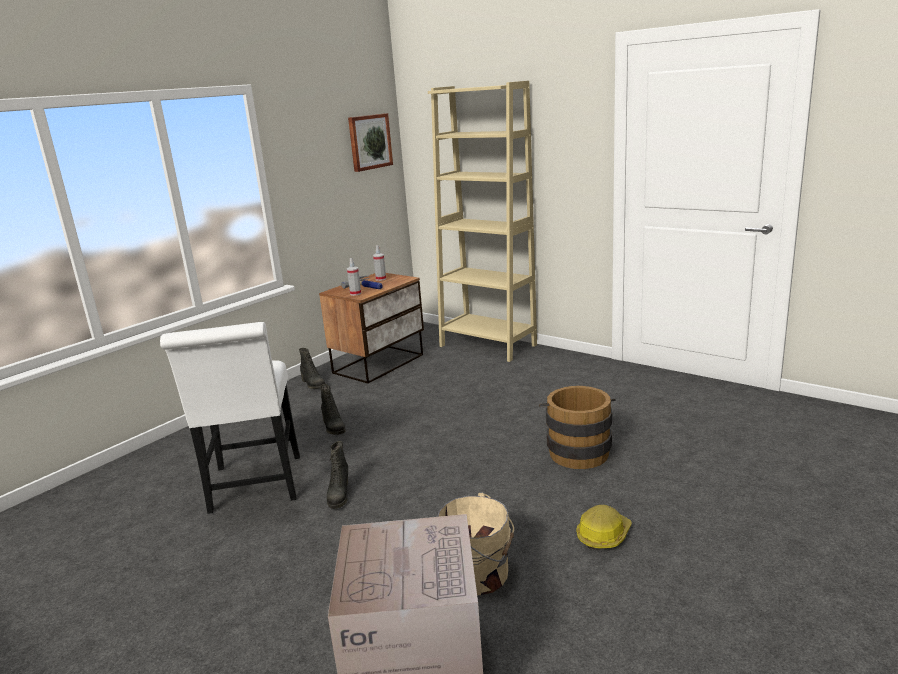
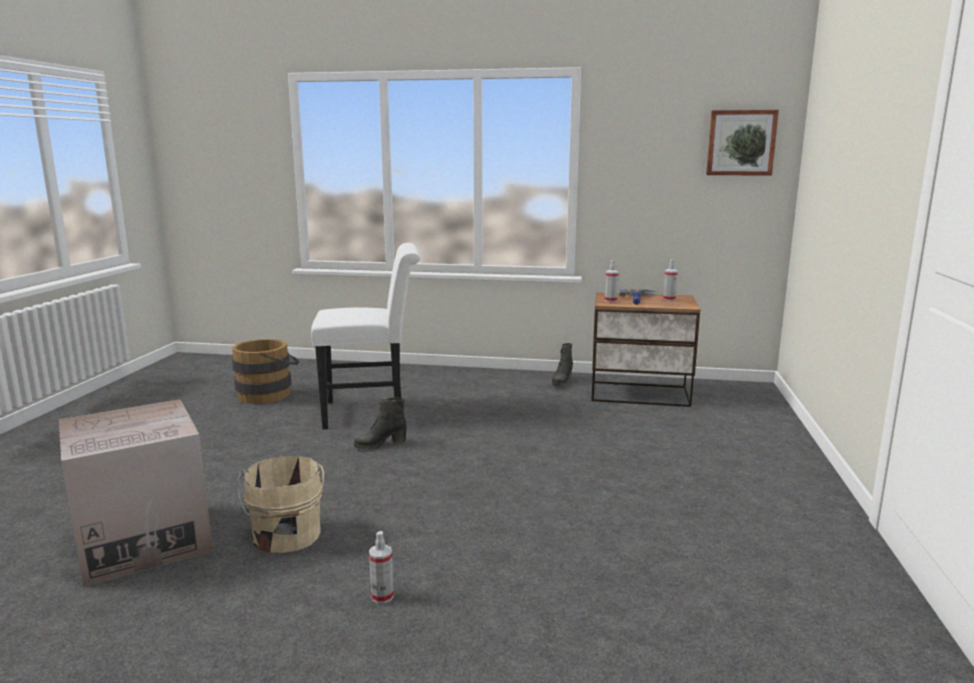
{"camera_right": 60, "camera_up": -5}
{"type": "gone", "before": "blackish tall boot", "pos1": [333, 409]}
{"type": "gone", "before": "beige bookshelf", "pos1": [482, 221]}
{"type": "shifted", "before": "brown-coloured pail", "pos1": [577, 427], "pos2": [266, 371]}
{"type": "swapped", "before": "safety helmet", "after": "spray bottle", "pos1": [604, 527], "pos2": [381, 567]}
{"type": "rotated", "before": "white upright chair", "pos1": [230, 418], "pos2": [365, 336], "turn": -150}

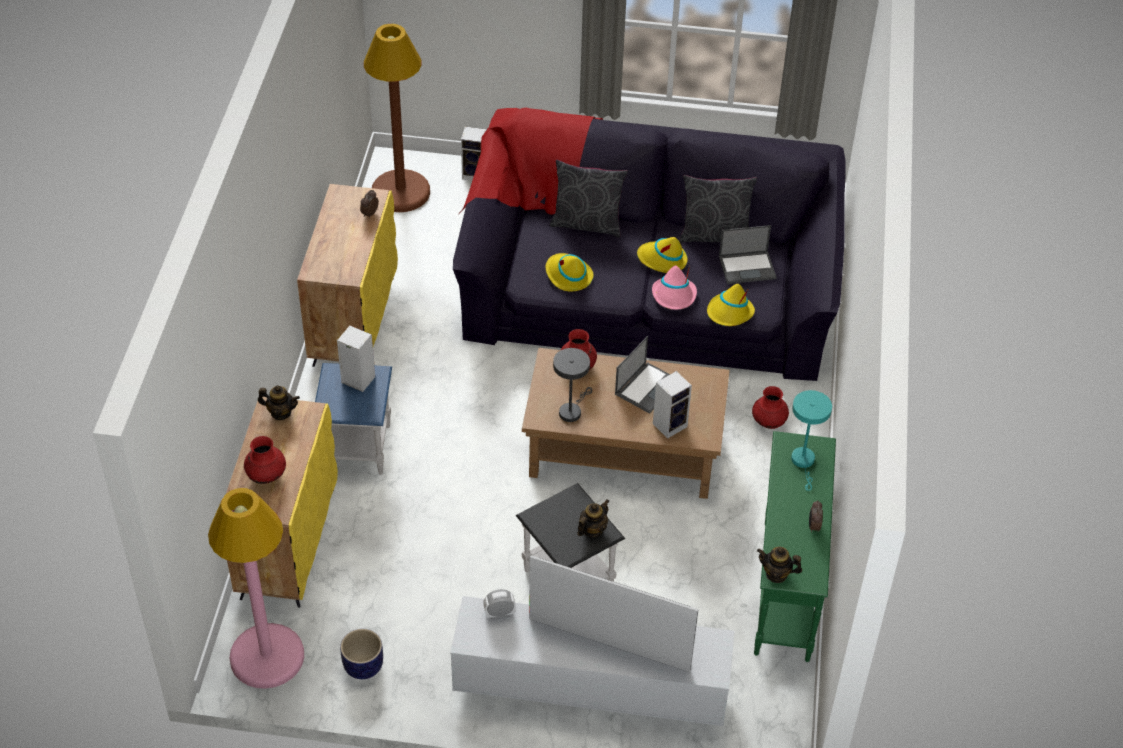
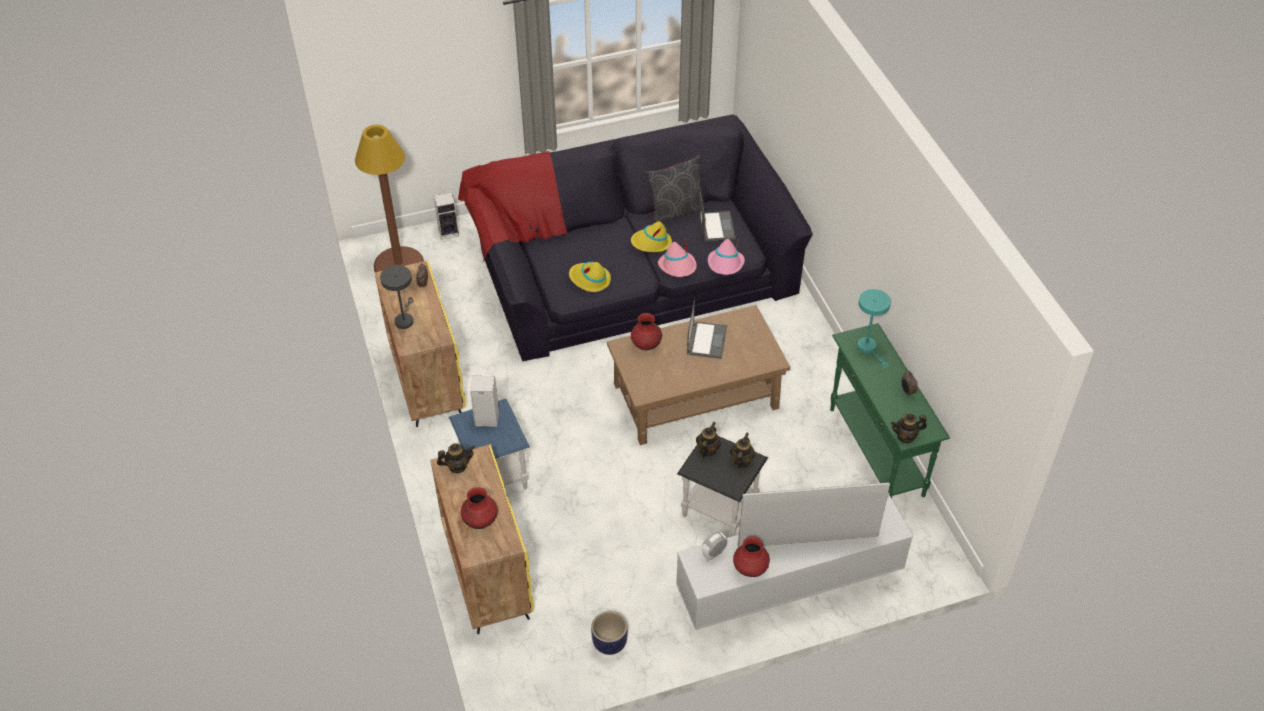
{"camera_right": -25, "camera_up": 0}
{"type": "gone", "before": "pinkish standard lamp", "pos1": [256, 588]}
{"type": "gone", "before": "greyish throw pillow", "pos1": [589, 199]}
{"type": "gone", "before": "loudspeaker", "pos1": [672, 405]}
{"type": "new", "after": "teapot", "pos2": [708, 439]}
{"type": "shifted", "before": "greyish lamp for a table", "pos1": [572, 385], "pos2": [397, 297]}
{"type": "shifted", "before": "reddish vase", "pos1": [770, 407], "pos2": [751, 556]}
{"type": "repainted", "before": "yellowish hat", "after": "pinkish hat", "pos1": [731, 305], "pos2": [726, 257]}
{"type": "rotated", "before": "notebook computer", "pos1": [748, 254], "pos2": [717, 217], "turn": -60}

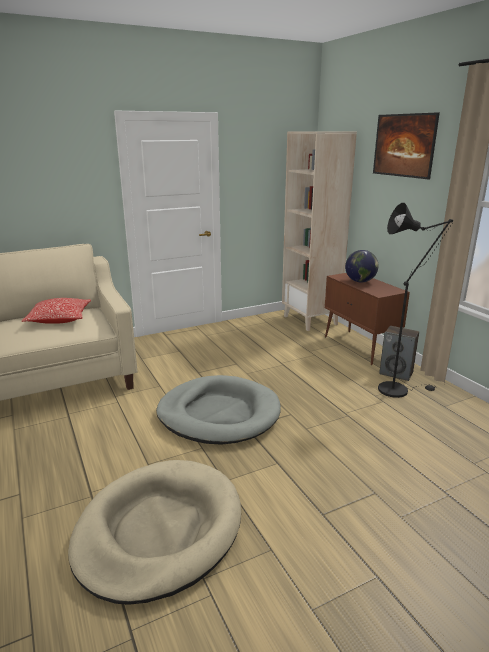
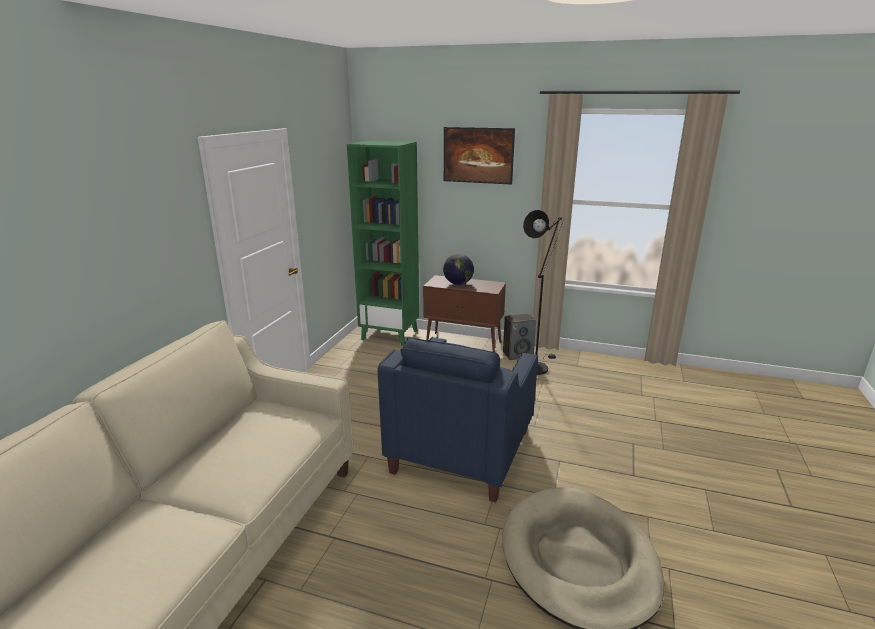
{"camera_right": -45, "camera_up": 0}
{"type": "gone", "before": "throw pillow", "pos1": [56, 311]}
{"type": "swapped", "before": "greyish dog bed", "after": "blue easy chair", "pos1": [218, 410], "pos2": [457, 420]}
{"type": "repainted", "before": "beige bookshelf", "after": "greenish bookshelf", "pos1": [319, 231], "pos2": [383, 243]}

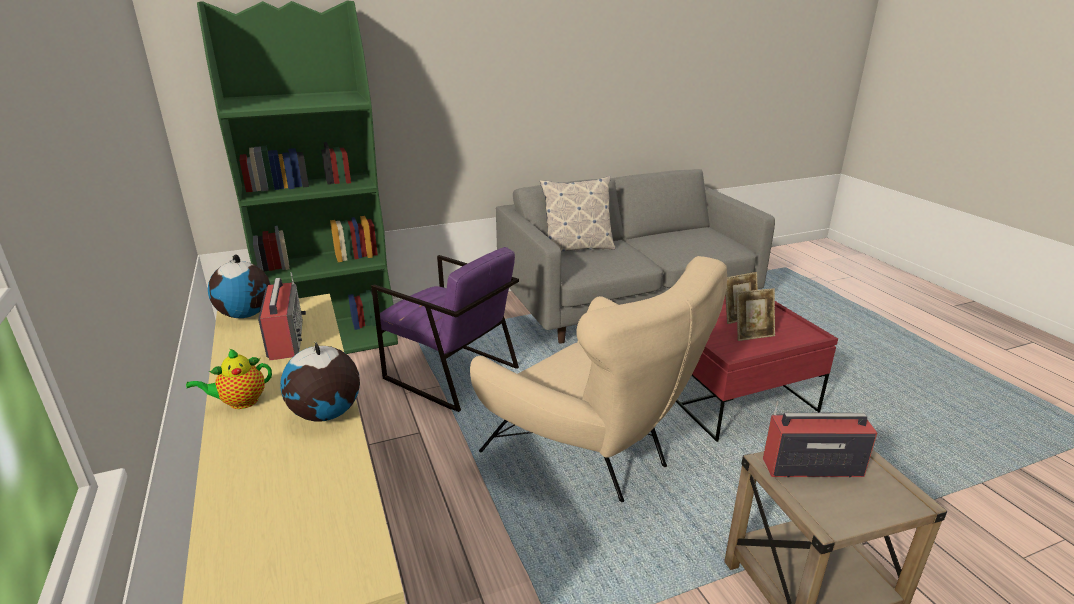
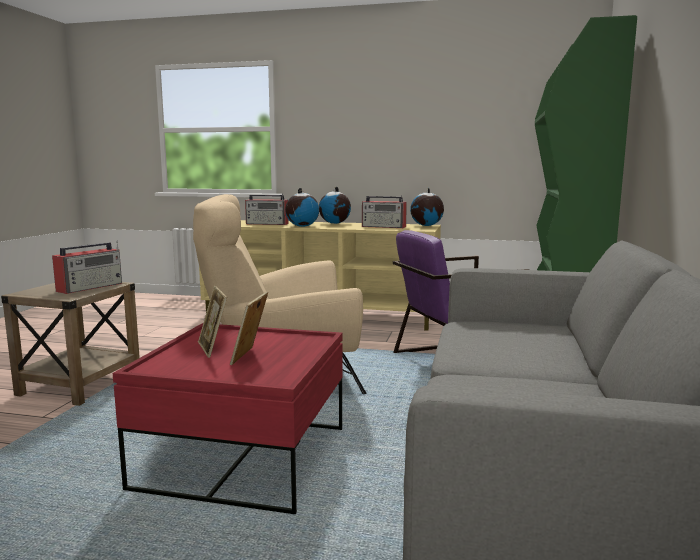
{"camera_right": 125, "camera_up": -15}
{"type": "gone", "before": "throw pillow", "pos1": [577, 214]}
{"type": "new", "after": "radio", "pos2": [267, 209]}
{"type": "swapped", "before": "teapot", "after": "desk globe", "pos1": [229, 379], "pos2": [335, 205]}
{"type": "rotated", "before": "photo frame", "pos1": [756, 314], "pos2": [212, 322], "turn": -45}

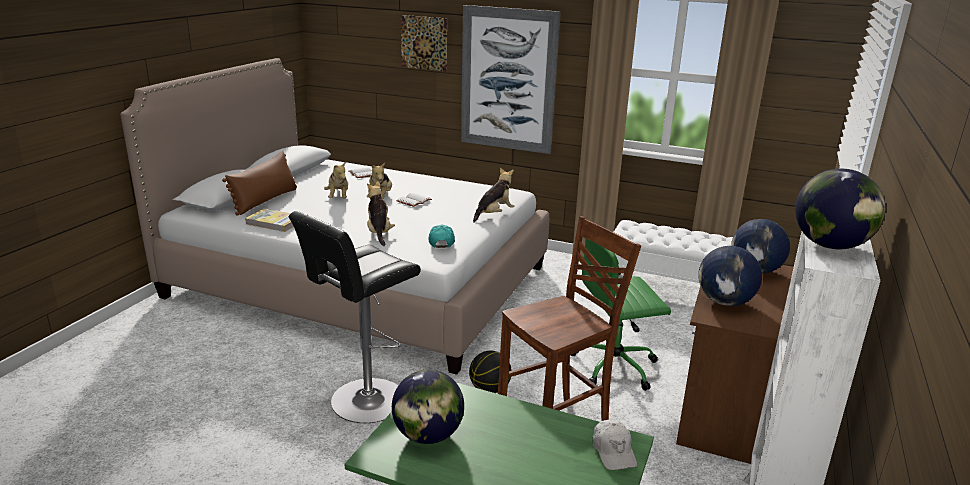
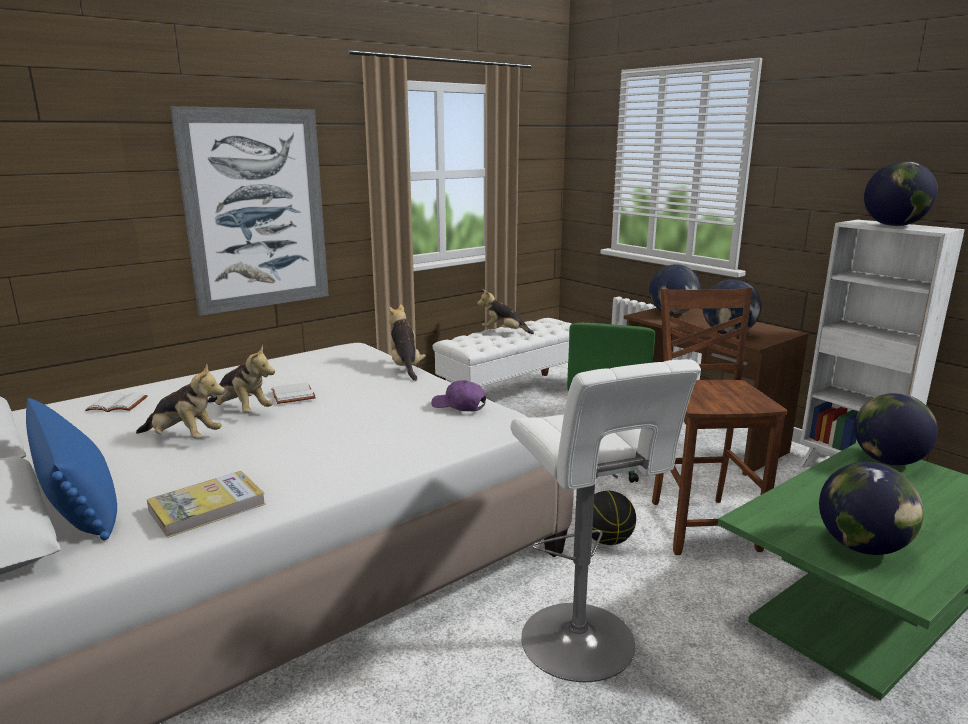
{"camera_right": -60, "camera_up": -5}
{"type": "gone", "before": "wall picture", "pos1": [424, 43]}
{"type": "shifted", "before": "soft toy", "pos1": [381, 213], "pos2": [505, 311]}
{"type": "swapped", "before": "white peaked cap", "after": "desk globe", "pos1": [615, 445], "pos2": [896, 429]}
{"type": "repainted", "before": "brown-coloured throw pillow", "after": "blue throw pillow", "pos1": [259, 183], "pos2": [71, 469]}
{"type": "repainted", "before": "blackish stool seat", "after": "white stool seat", "pos1": [354, 317], "pos2": [605, 520]}
{"type": "repainted", "before": "turquoise-coloured peaked cap", "after": "purplish peaked cap", "pos1": [441, 236], "pos2": [458, 396]}

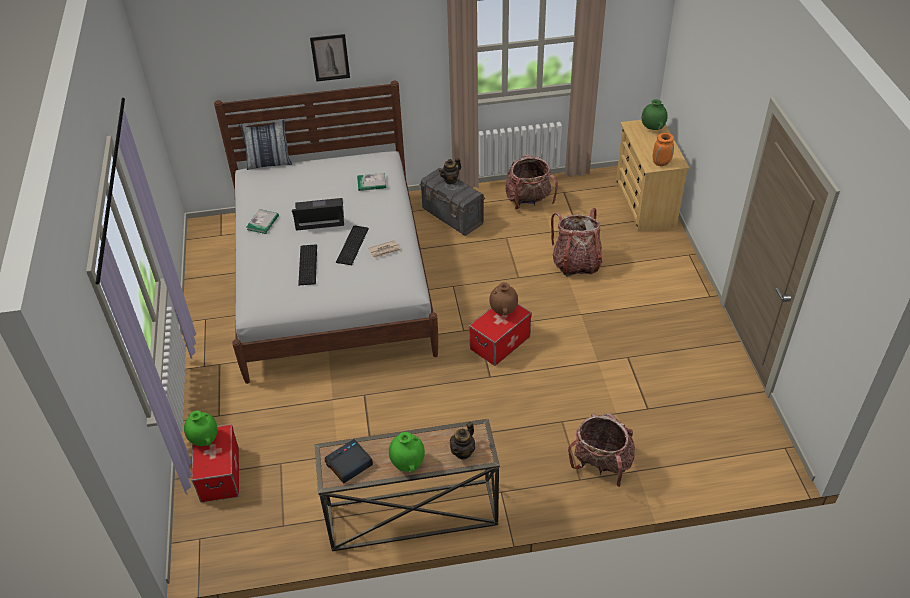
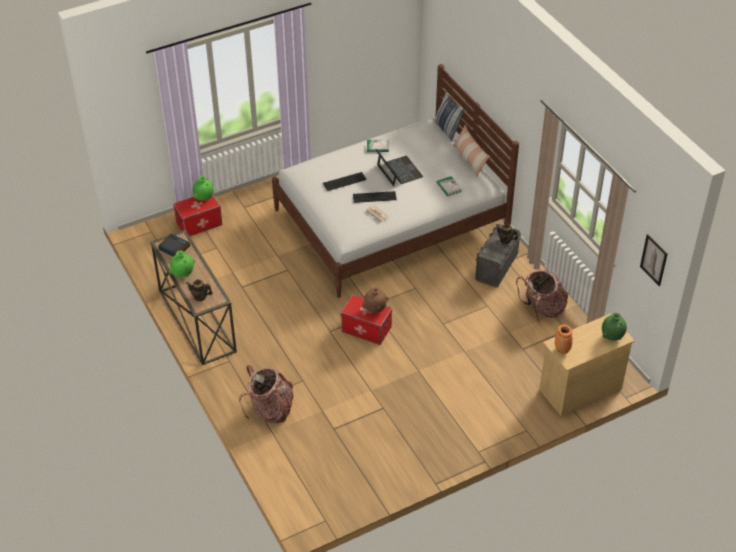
{"camera_right": 70, "camera_up": 0}
{"type": "gone", "before": "backpack", "pos1": [576, 242]}
{"type": "new", "after": "throw pillow", "pos2": [471, 150]}
{"type": "shifted", "before": "wall picture", "pos1": [330, 58], "pos2": [653, 260]}

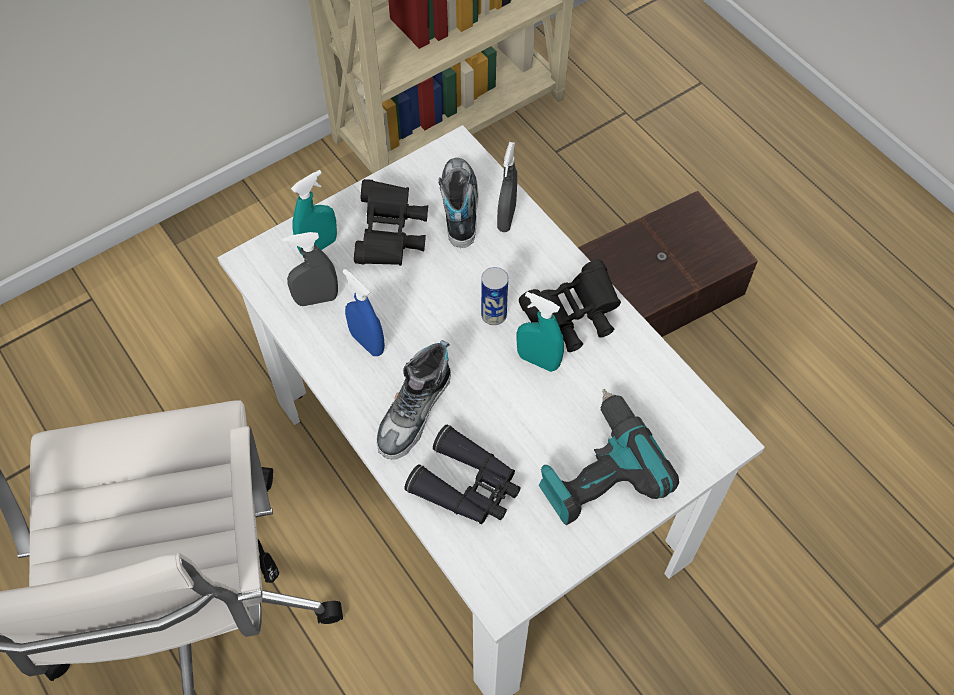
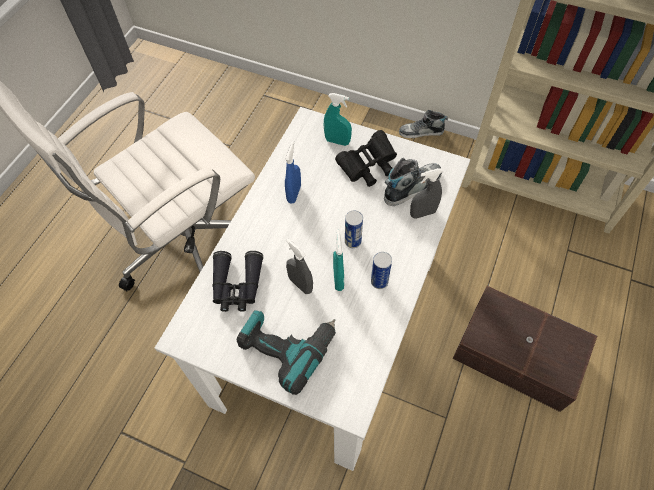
{"camera_right": 60, "camera_up": 0}
{"type": "shifted", "before": "greyish spray bottle", "pos1": [310, 269], "pos2": [299, 266]}
{"type": "shifted", "before": "low shoe", "pos1": [414, 399], "pos2": [423, 124]}
{"type": "swapped", "before": "blackish field glasses", "after": "can", "pos1": [570, 305], "pos2": [381, 270]}

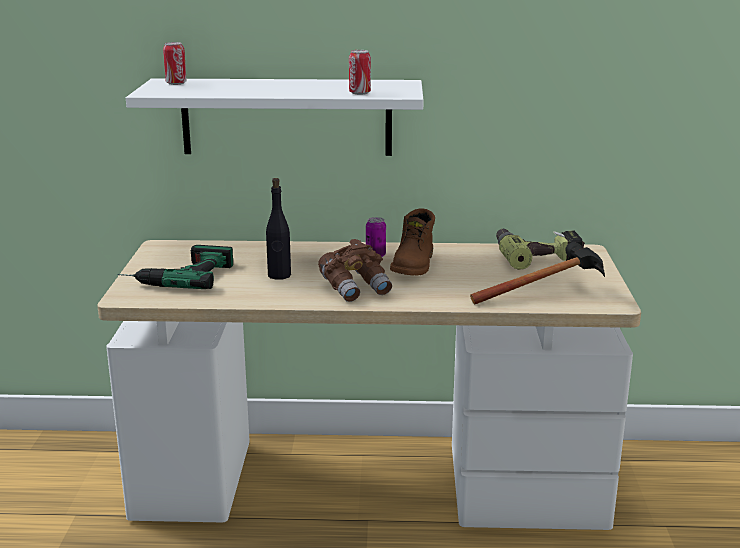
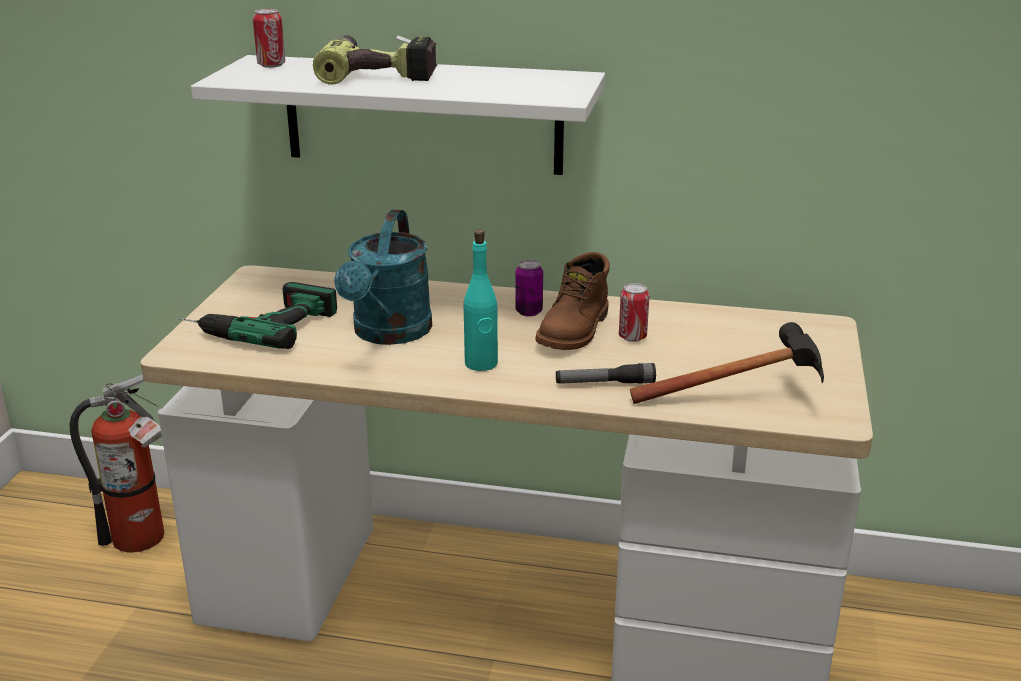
{"camera_right": 10, "camera_up": 5}
{"type": "new", "after": "extinguisher", "pos2": [117, 463]}
{"type": "new", "after": "hand torch", "pos2": [606, 373]}
{"type": "shifted", "before": "can", "pos1": [360, 72], "pos2": [634, 312]}
{"type": "shifted", "before": "power drill", "pos1": [540, 249], "pos2": [375, 60]}
{"type": "swapped", "before": "blackish bottle", "after": "turquoise-coloured watering pot", "pos1": [278, 229], "pos2": [383, 277]}
{"type": "swapped", "before": "brown-coloured field glasses", "after": "turquoise-coloured bottle", "pos1": [355, 270], "pos2": [481, 300]}

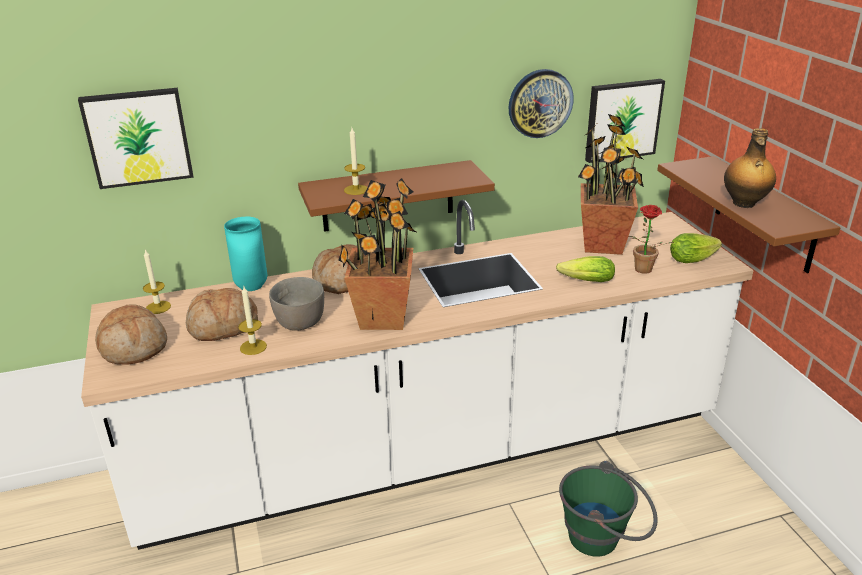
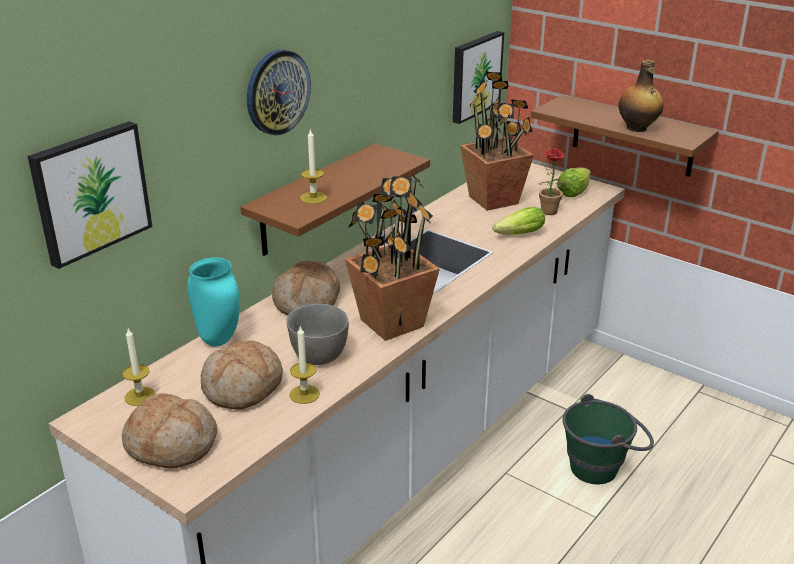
{"camera_right": -35, "camera_up": 0}
{"type": "shifted", "before": "clock on the wall", "pos1": [541, 103], "pos2": [279, 93]}

